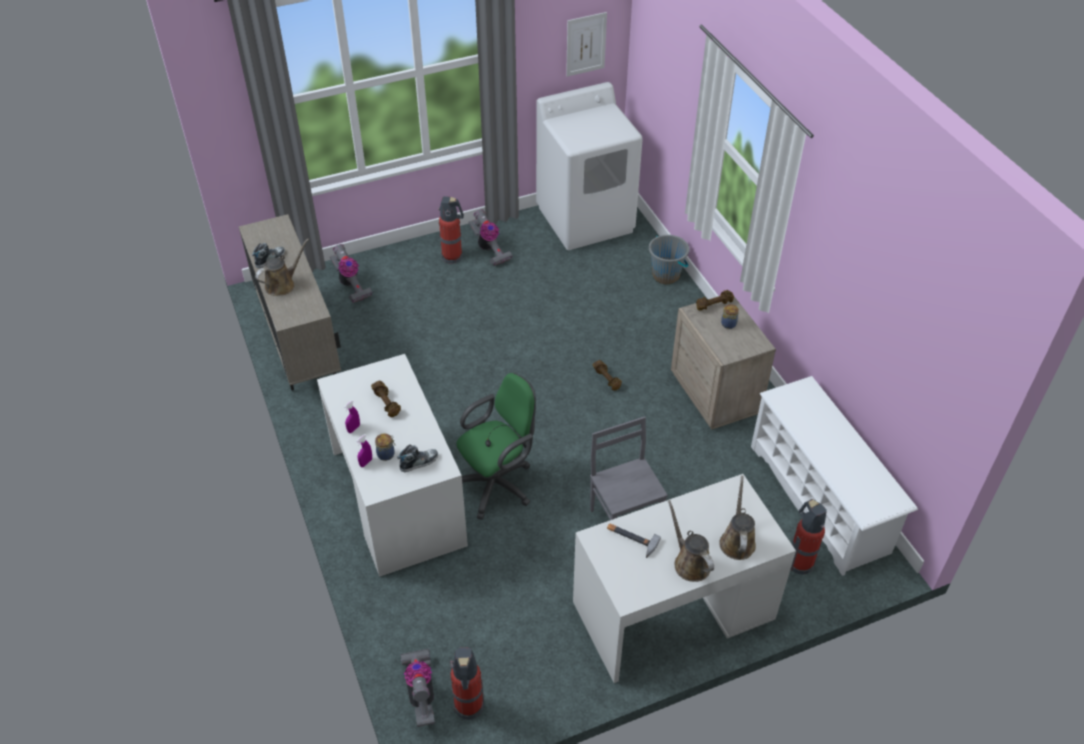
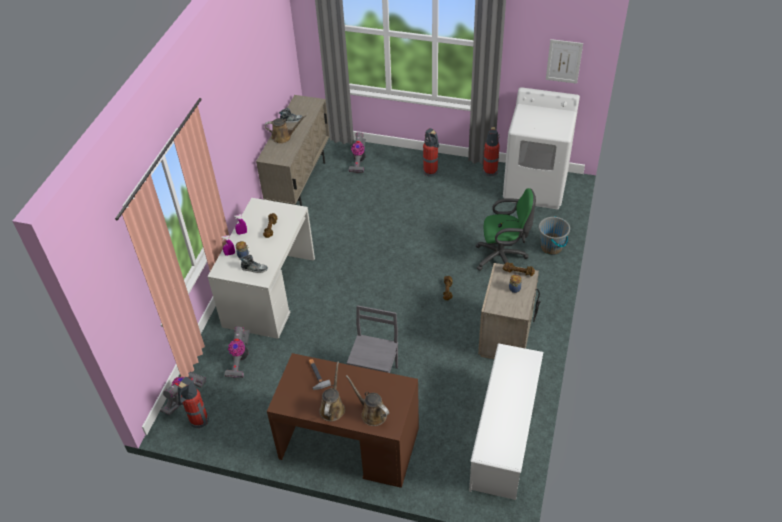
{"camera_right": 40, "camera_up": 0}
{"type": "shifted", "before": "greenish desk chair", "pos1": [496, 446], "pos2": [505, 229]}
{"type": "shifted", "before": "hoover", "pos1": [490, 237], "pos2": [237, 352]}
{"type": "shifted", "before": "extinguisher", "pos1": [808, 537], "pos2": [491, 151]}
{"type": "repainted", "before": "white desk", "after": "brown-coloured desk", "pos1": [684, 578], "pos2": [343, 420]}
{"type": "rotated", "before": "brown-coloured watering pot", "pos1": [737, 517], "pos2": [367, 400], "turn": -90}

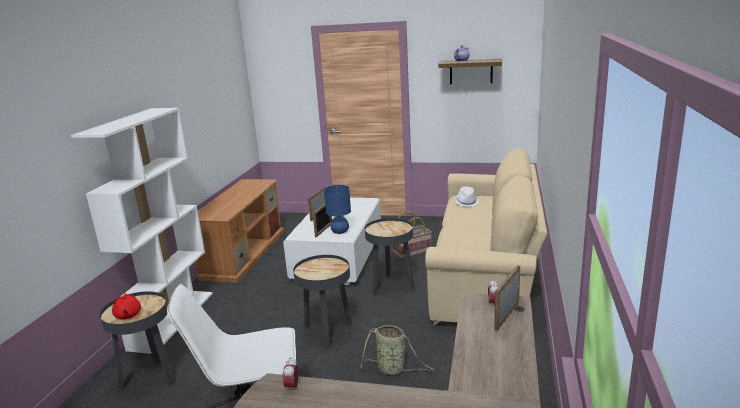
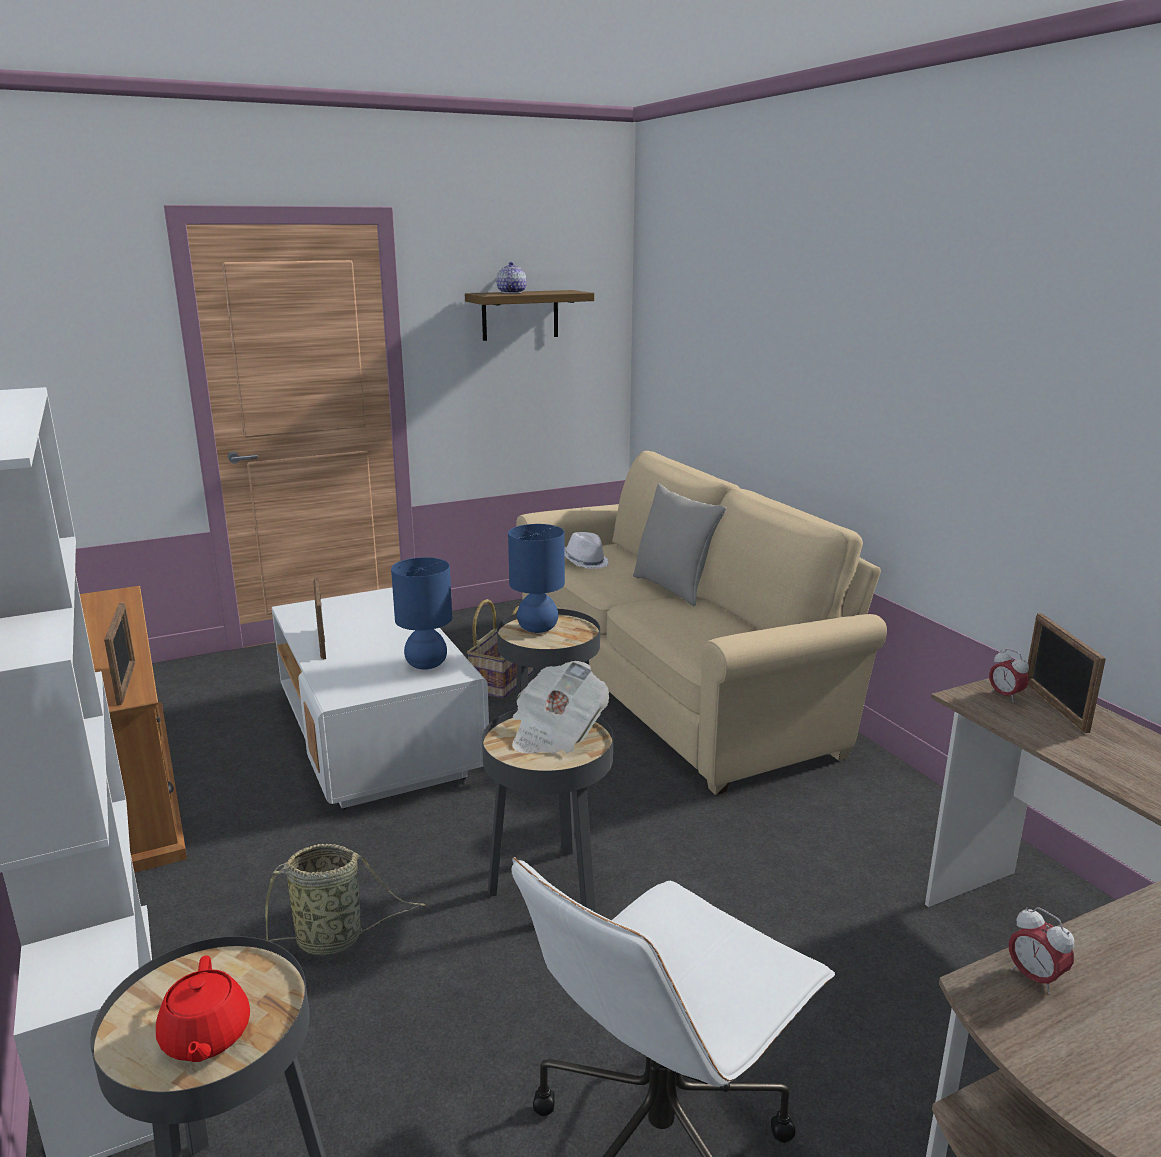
{"camera_right": -40, "camera_up": 0}
{"type": "new", "after": "blue lamp for a table", "pos2": [536, 578]}
{"type": "new", "after": "printed paper", "pos2": [560, 707]}
{"type": "new", "after": "greyish throw pillow", "pos2": [679, 544]}
{"type": "shifted", "before": "photo frame", "pos1": [322, 221], "pos2": [120, 654]}
{"type": "shifted", "before": "storage basket", "pos1": [397, 350], "pos2": [345, 899]}
{"type": "rotated", "before": "reddish teapot", "pos1": [126, 306], "pos2": [203, 1009], "turn": 45}

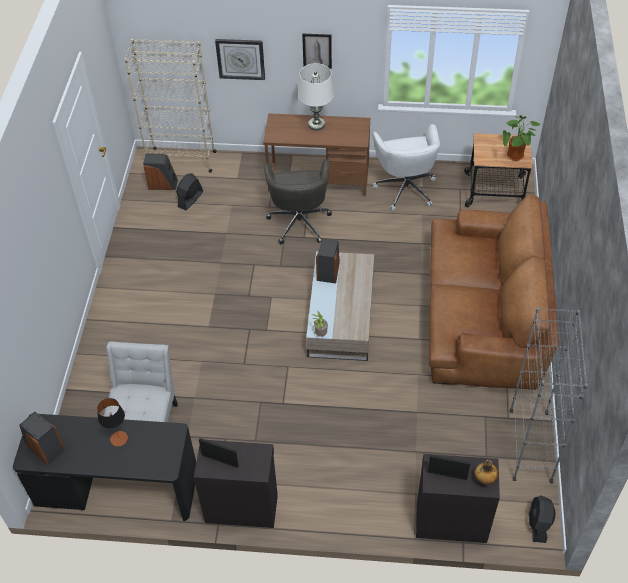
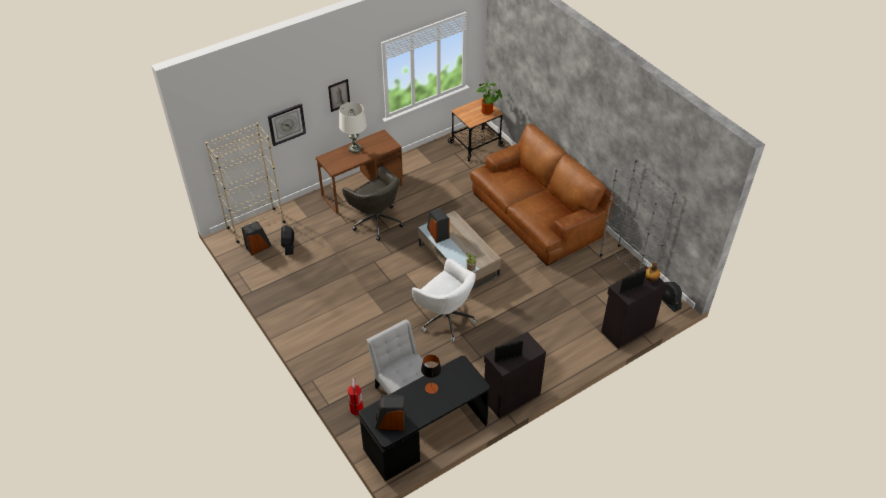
{"camera_right": -40, "camera_up": -5}
{"type": "new", "after": "extinguisher", "pos2": [355, 396]}
{"type": "shifted", "before": "white desk chair", "pos1": [406, 167], "pos2": [444, 300]}

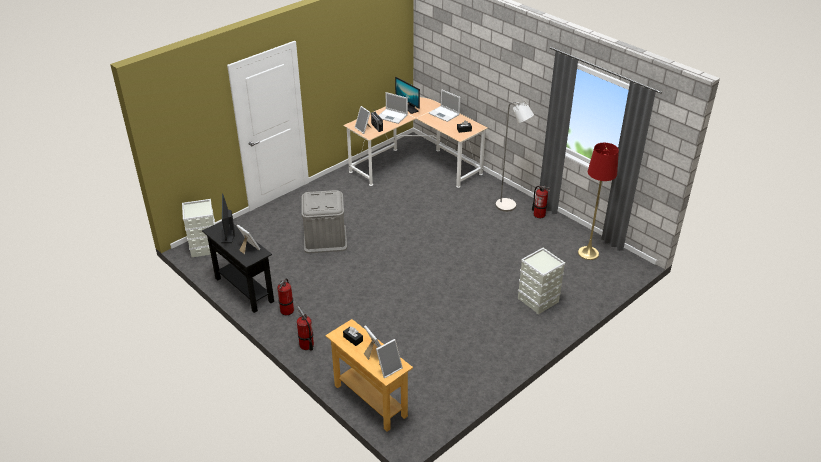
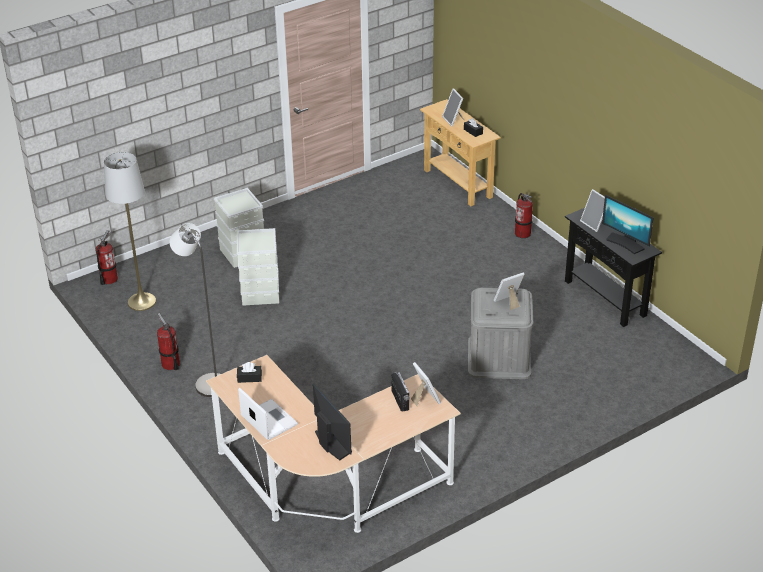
{"camera_right": -170, "camera_up": 0}
{"type": "gone", "before": "notebook computer", "pos1": [393, 108]}
{"type": "shifted", "before": "greyish storage bin", "pos1": [200, 228], "pos2": [258, 267]}
{"type": "shifted", "before": "extinguisher", "pos1": [285, 296], "pos2": [107, 257]}
{"type": "shifted", "before": "photo frame", "pos1": [389, 358], "pos2": [509, 291]}
{"type": "repainted", "before": "reddish standard lamp", "after": "greyish standard lamp", "pos1": [598, 201], "pos2": [130, 231]}
{"type": "rotated", "before": "computer display", "pos1": [228, 218], "pos2": [628, 224], "turn": 135}

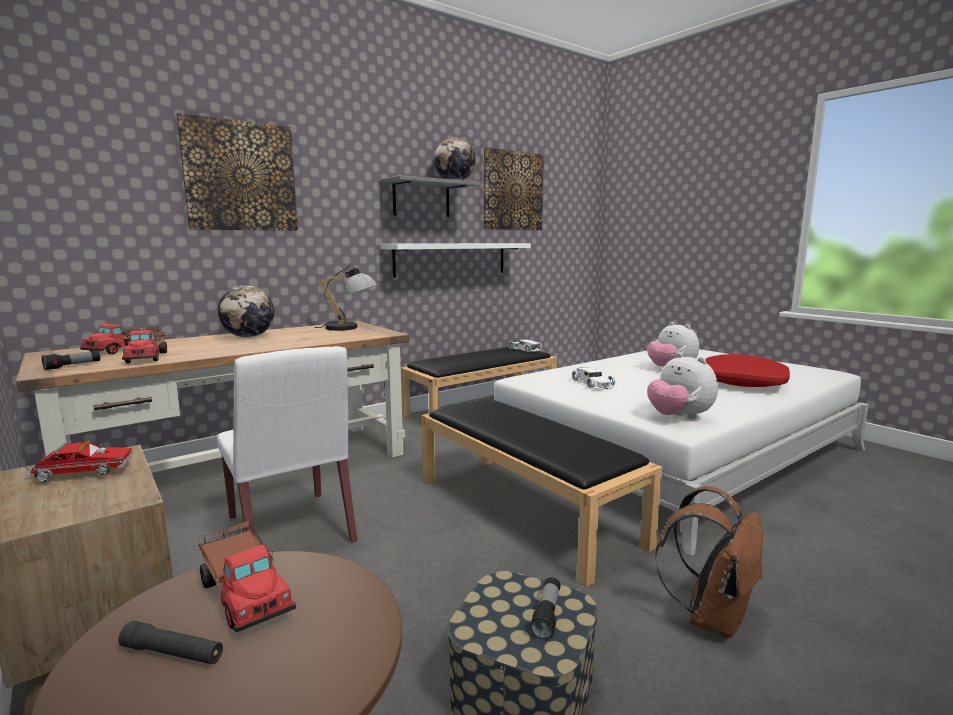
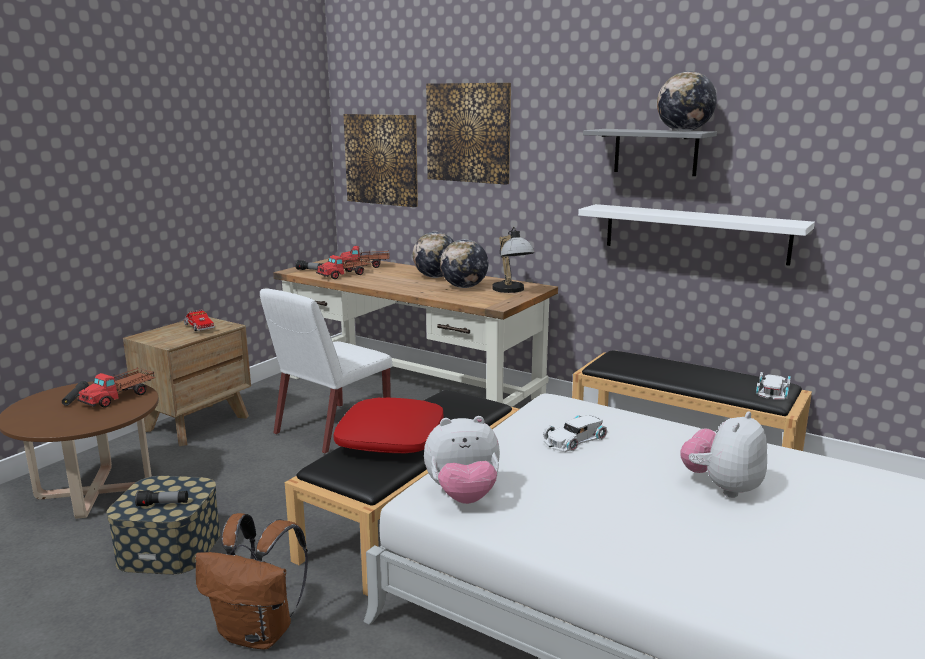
{"camera_right": 70, "camera_up": 5}
{"type": "new", "after": "desk globe", "pos2": [464, 263]}
{"type": "shifted", "before": "wall picture", "pos1": [513, 189], "pos2": [380, 160]}
{"type": "shifted", "before": "reddish throw pillow", "pos1": [747, 370], "pos2": [388, 425]}
{"type": "rotated", "before": "soft toy", "pos1": [682, 386], "pos2": [462, 460], "turn": -135}

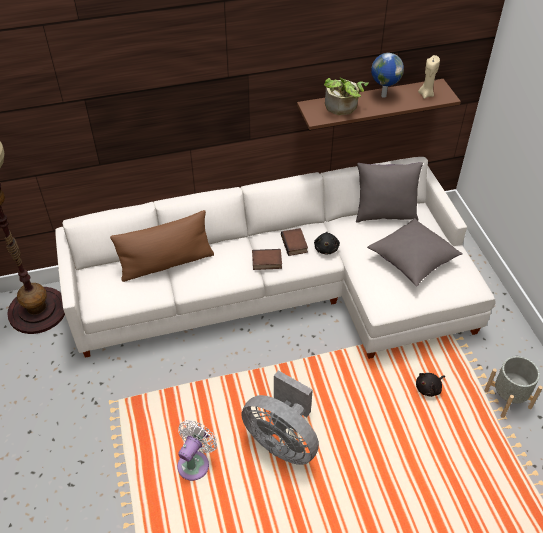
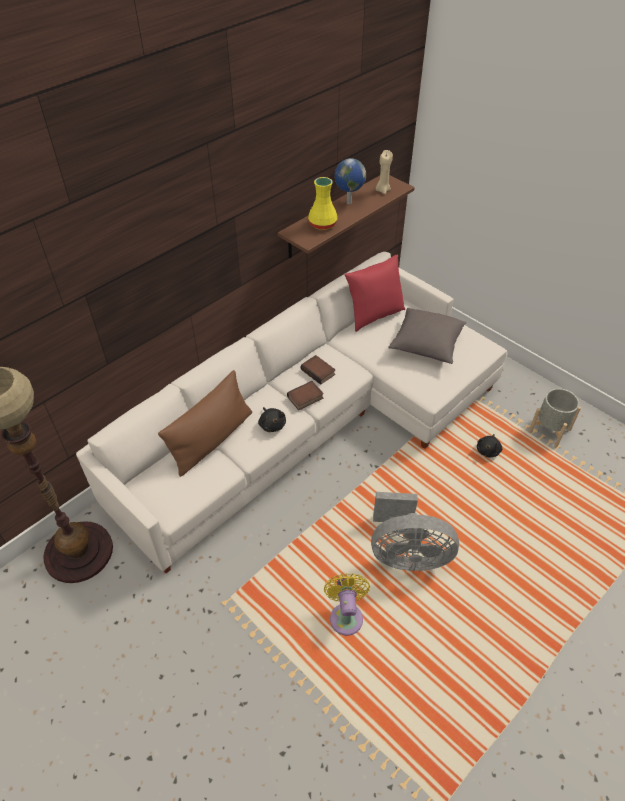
{"camera_right": -30, "camera_up": 0}
{"type": "shifted", "before": "blackish soft toy", "pos1": [327, 242], "pos2": [272, 419]}
{"type": "swapped", "before": "plant in a pot", "after": "yellowish vase", "pos1": [346, 96], "pos2": [323, 203]}
{"type": "repainted", "before": "white fan", "after": "yellowish fan", "pos1": [197, 450], "pos2": [347, 604]}
{"type": "repainted", "before": "greyish throw pillow", "after": "reddish throw pillow", "pos1": [389, 192], "pos2": [375, 293]}

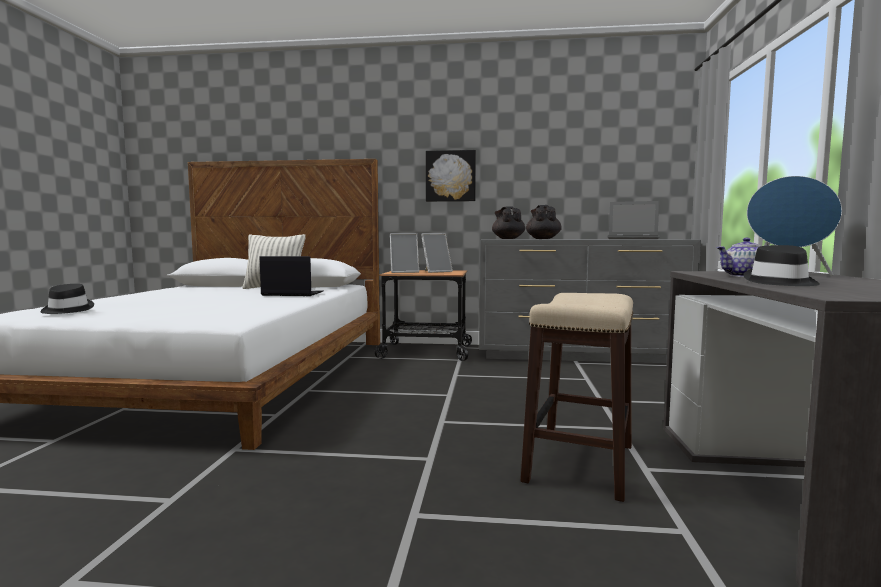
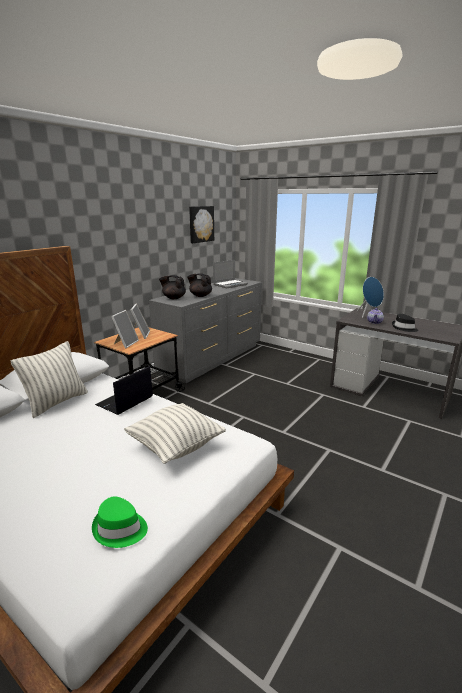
{"camera_right": -60, "camera_up": 15}
{"type": "gone", "before": "stool seat", "pos1": [577, 397]}
{"type": "new", "after": "throw pillow", "pos2": [175, 433]}
{"type": "shifted", "before": "wall picture", "pos1": [451, 176], "pos2": [201, 224]}
{"type": "repainted", "before": "blackish hat", "after": "greenish hat", "pos1": [67, 299], "pos2": [120, 522]}

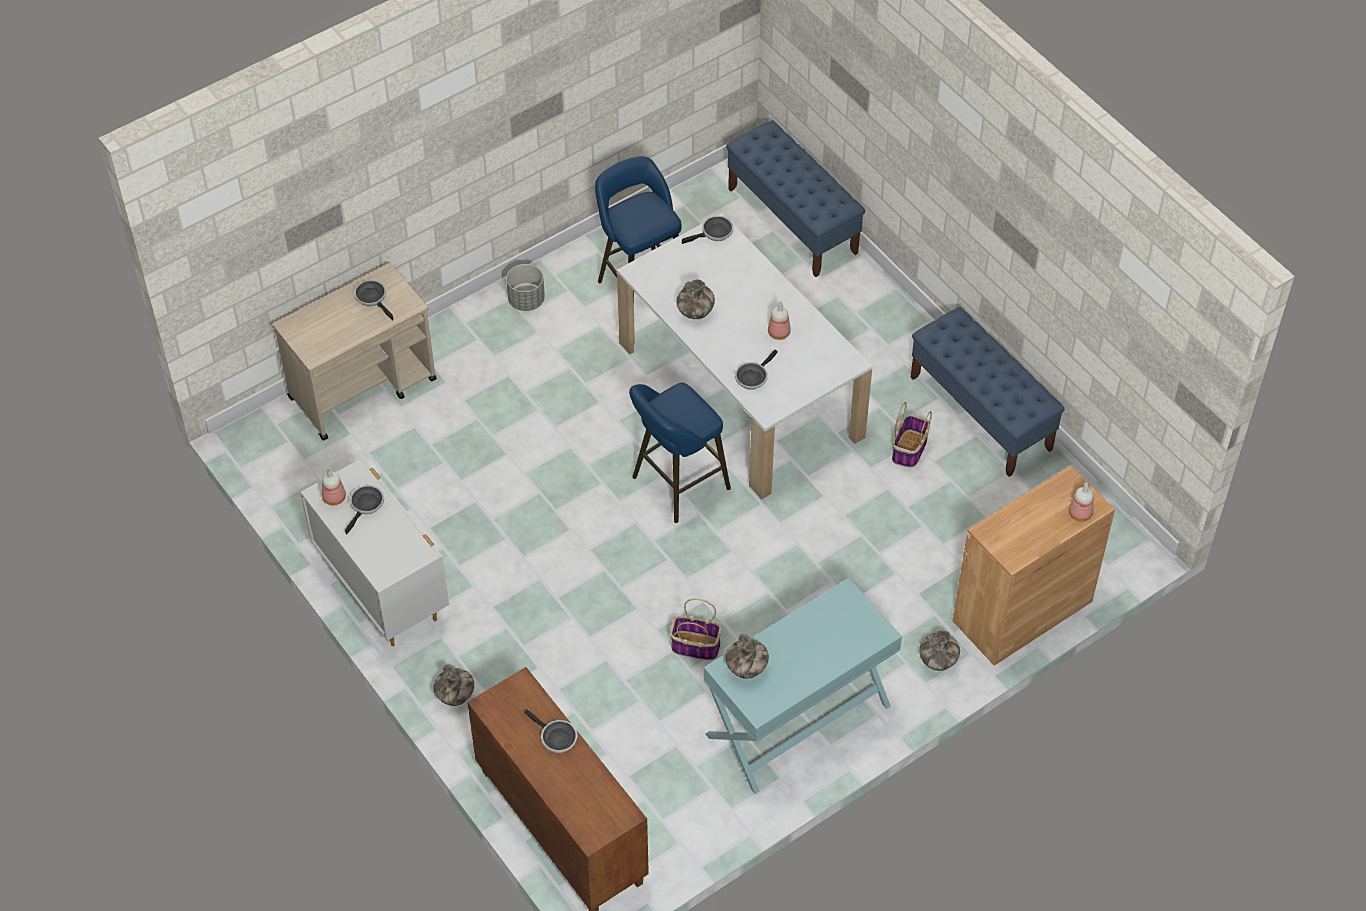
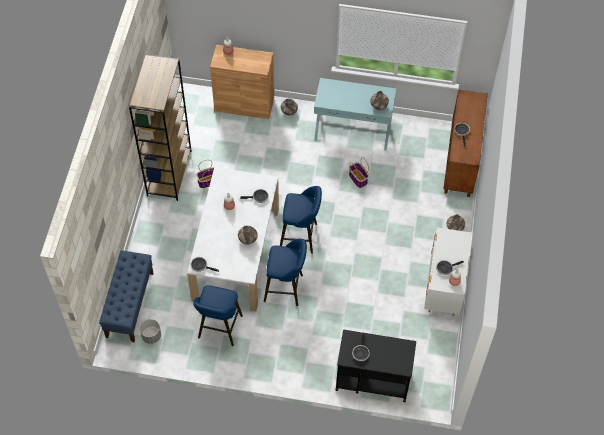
{"camera_right": -135, "camera_up": 5}
{"type": "new", "after": "blue stool seat", "pos2": [285, 272]}
{"type": "shifted", "before": "greyish flower pot", "pos1": [525, 287], "pos2": [150, 331]}
{"type": "swapped", "before": "blue long seat", "after": "brown-coloured bookshelf", "pos1": [987, 392], "pos2": [160, 127]}
{"type": "repainted", "before": "beige cart", "after": "blackish cart", "pos1": [355, 352], "pos2": [375, 366]}

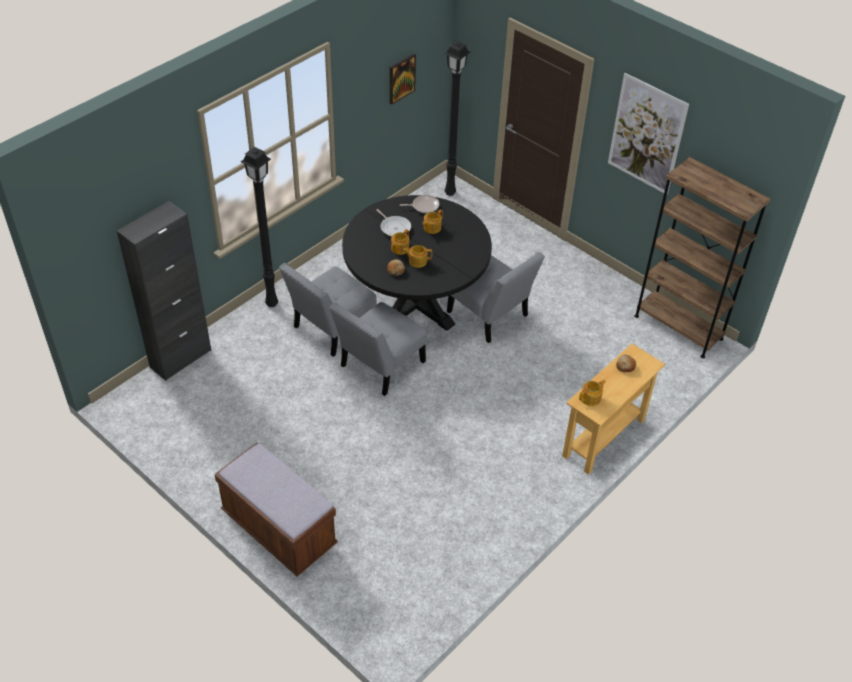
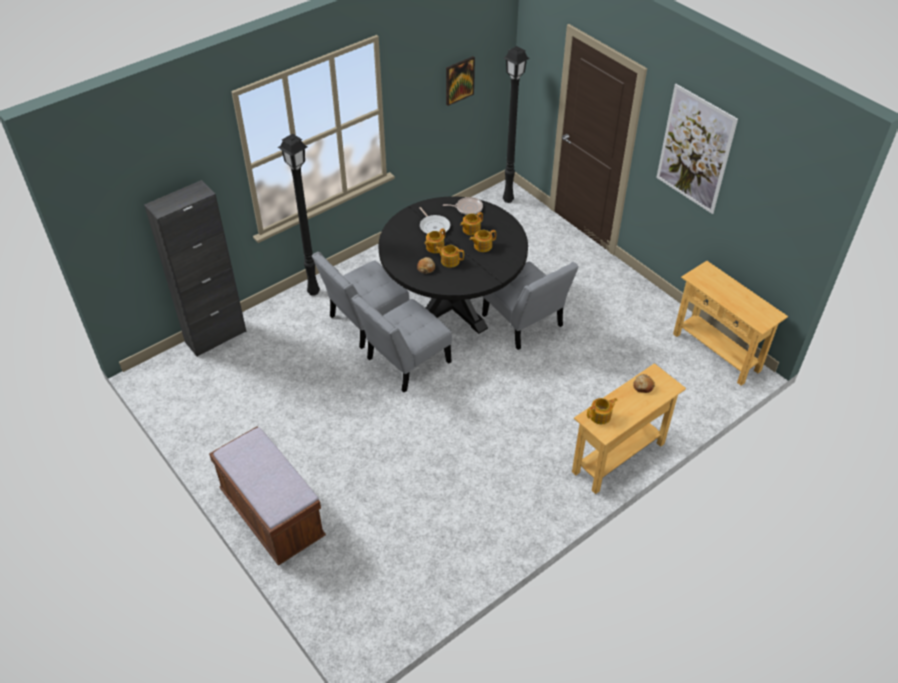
{"camera_right": 10, "camera_up": 0}
{"type": "new", "after": "teapot", "pos2": [483, 241]}
{"type": "swapped", "before": "brown-coloured bookshelf", "after": "beige narrow table", "pos1": [702, 258], "pos2": [730, 323]}

